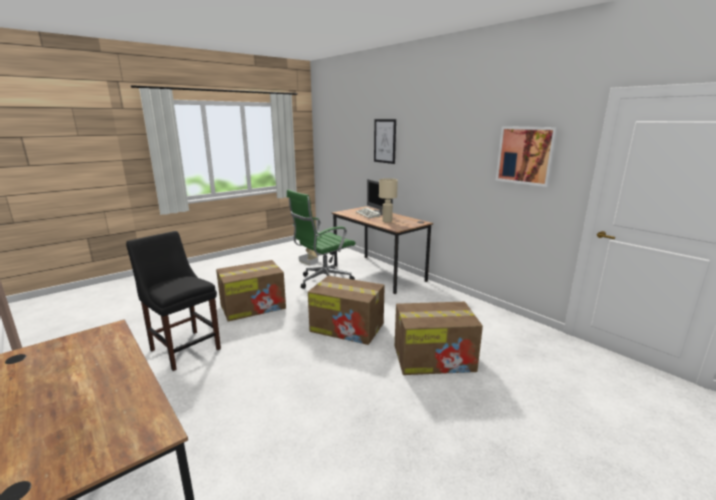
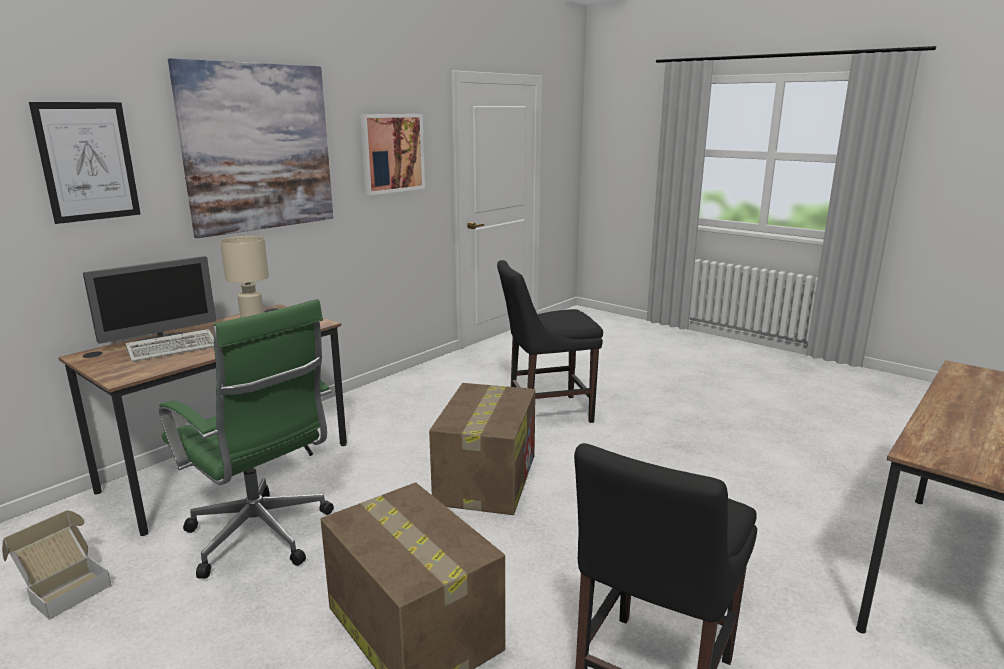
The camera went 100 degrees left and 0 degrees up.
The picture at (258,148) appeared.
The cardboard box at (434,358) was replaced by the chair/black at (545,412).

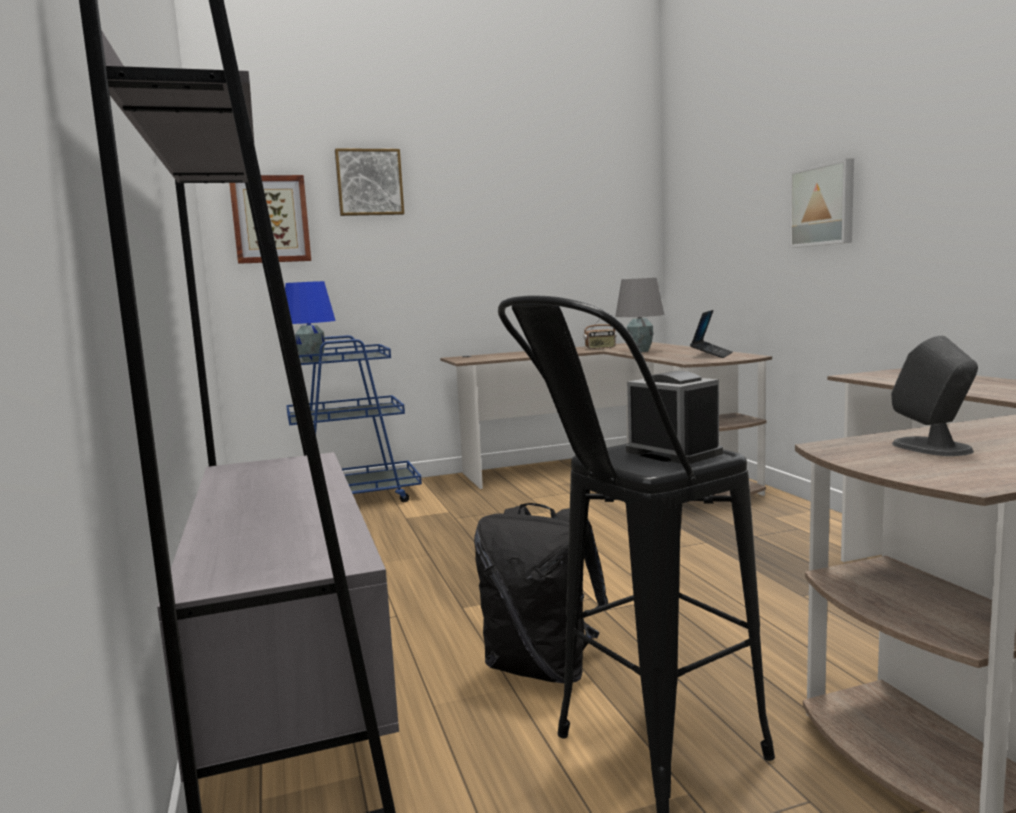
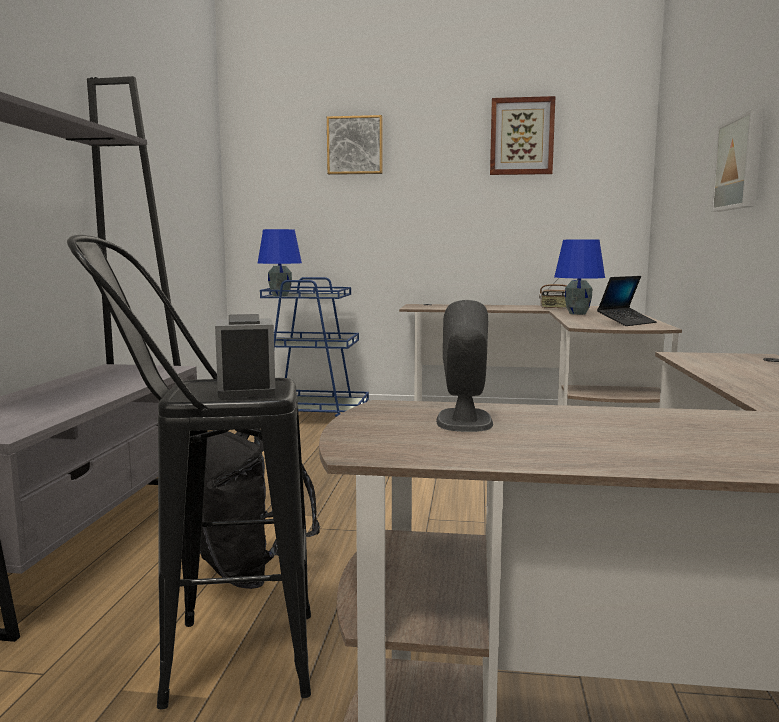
The camera went 25 degrees right and 0 degrees up.
The picture moved from (270,219) to (521,136).
The table lamp/grey at (640,351) became the table lamp/blue at (577,314).

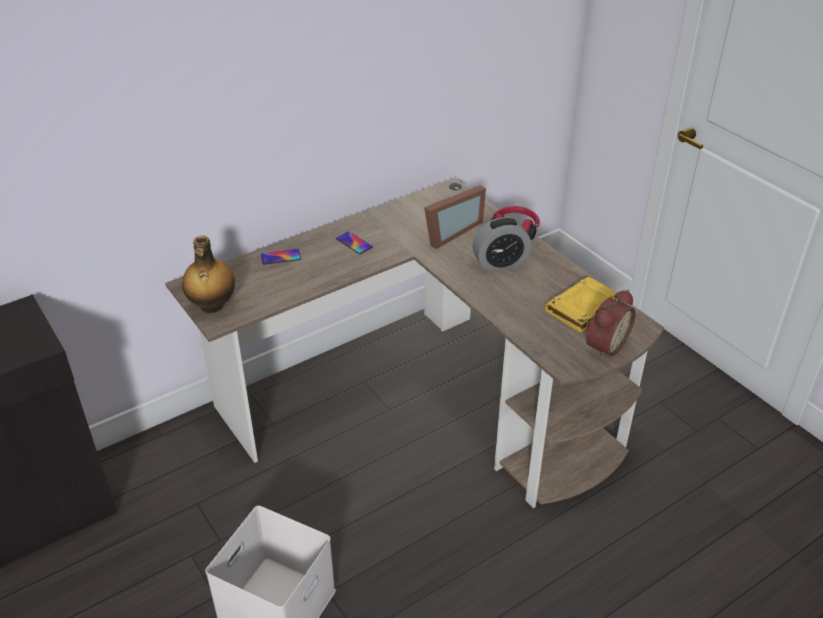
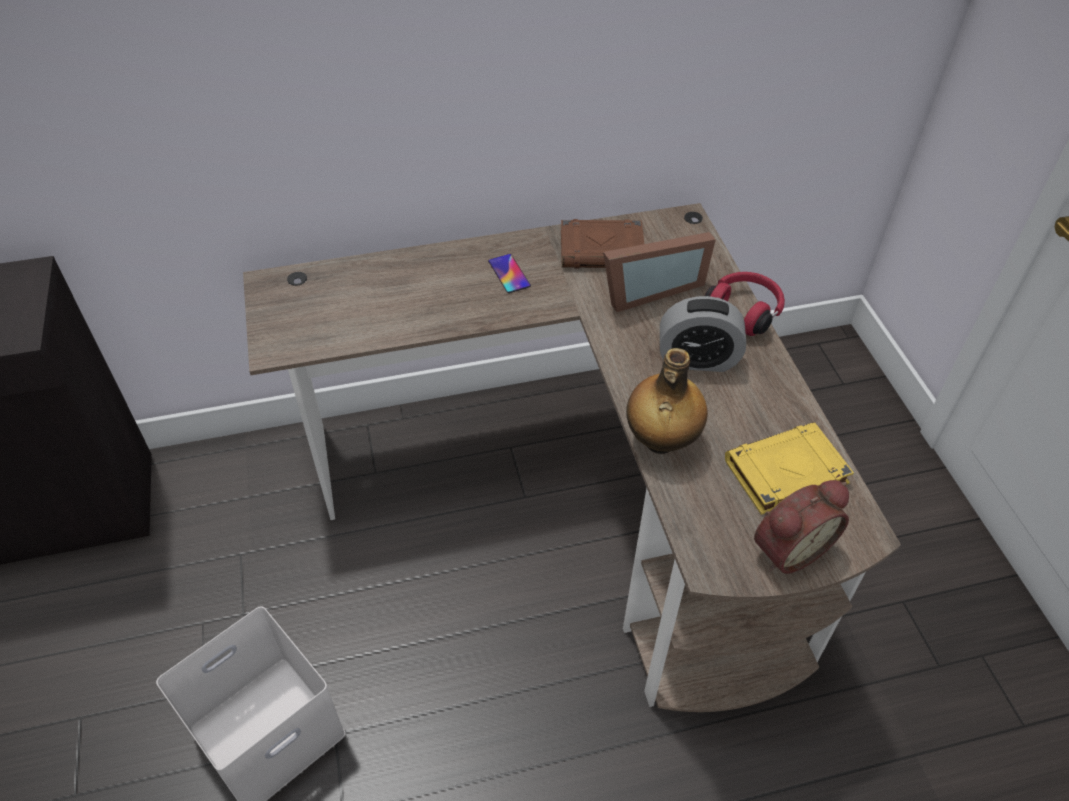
The camera went 20 degrees right and 10 degrees up.
The book/brown at (602,250) appeared.
The bottle moved from (212,306) to (660,441).
The phone at (281,257) disappeared.

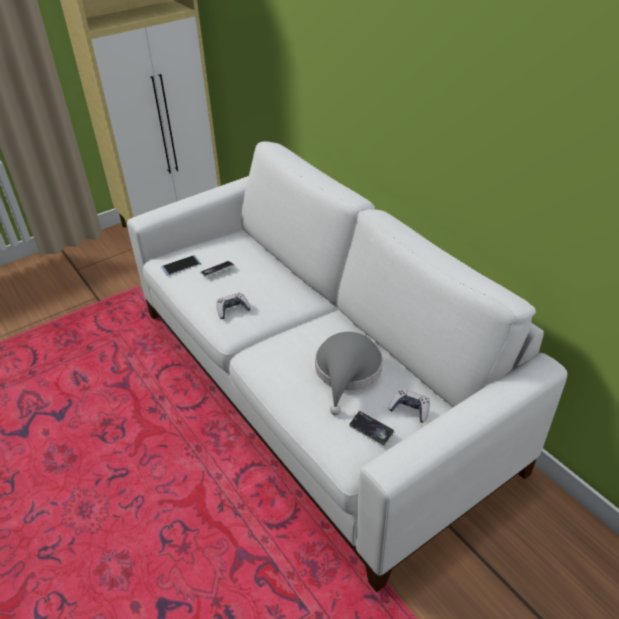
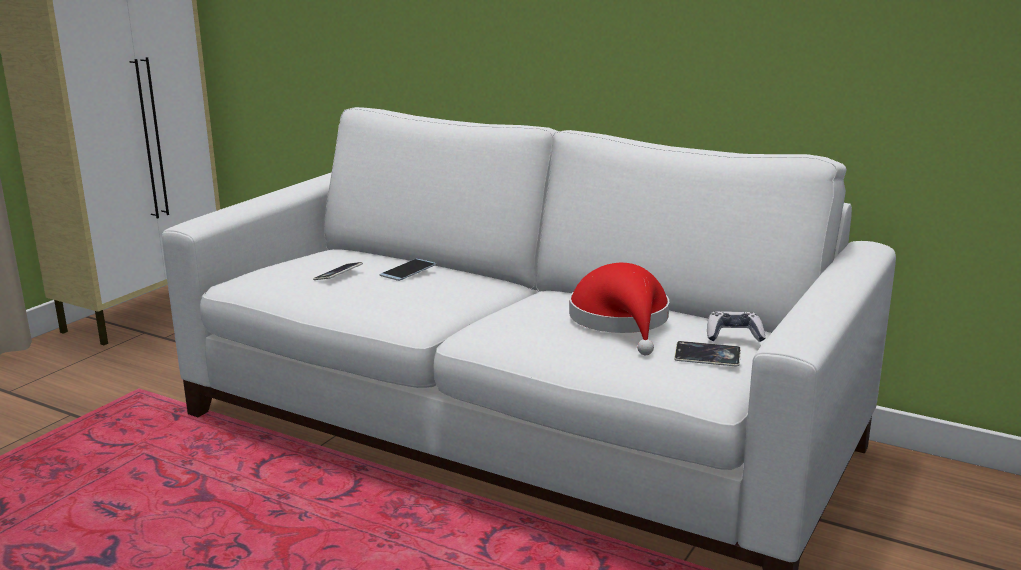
The camera went 25 degrees left and 20 degrees down.
The phone moved from (181,265) to (408,270).
The hat/grey at (347,372) became the hat/red at (622,321).
The game controller at (233,309) disappeared.

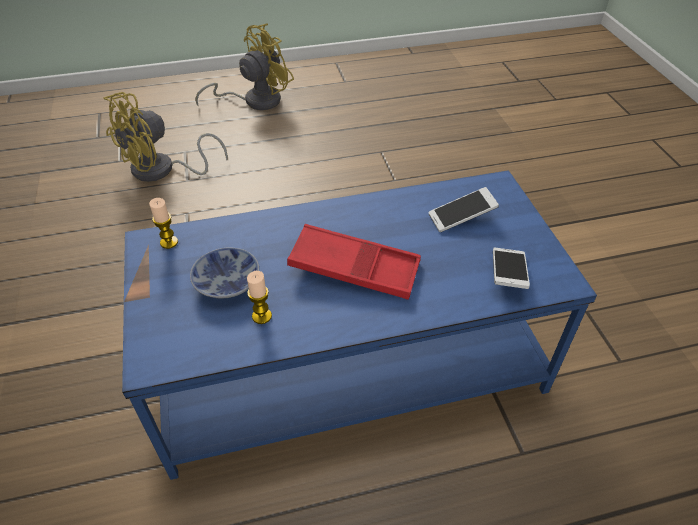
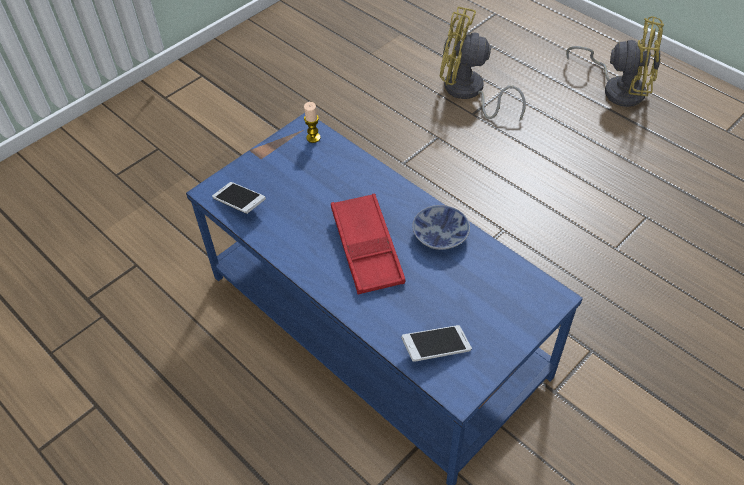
The camera went 60 degrees right and 5 degrees up.
The phone moved from (461,217) to (240,203).
The bowl moved from (229,281) to (442,236).
The candle at (262,316) disappeared.

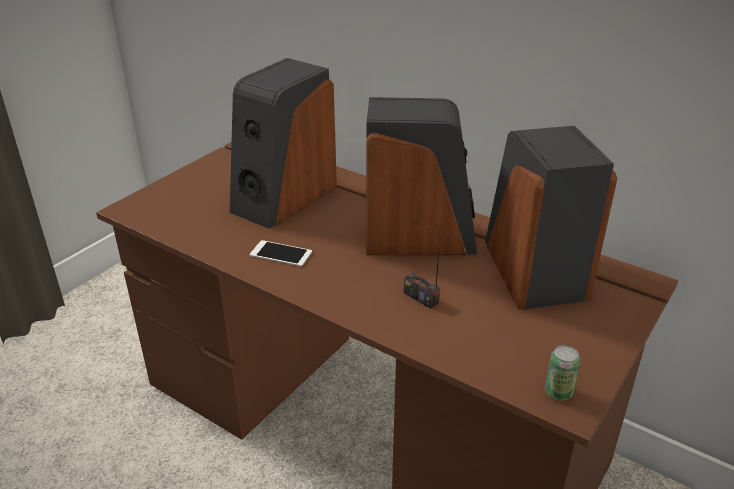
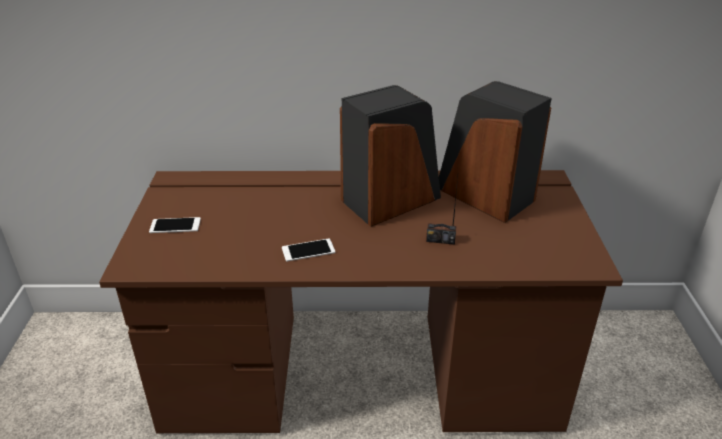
The camera went 35 degrees left and 0 degrees up.
The phone at (175,225) appeared.
The speaker at (283,198) disappeared.
The can at (558,392) disappeared.

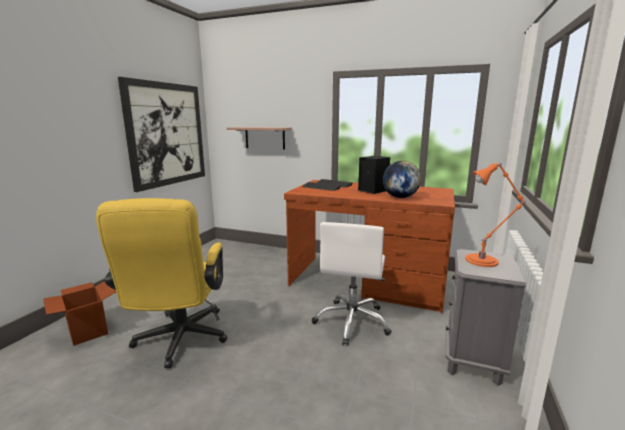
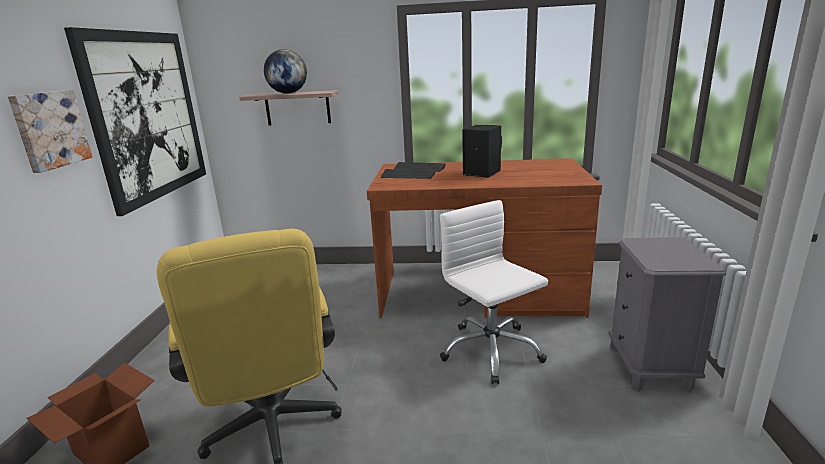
The camera went 15 degrees left and 5 degrees up.
The picture at (49,129) appeared.
The globe moved from (400,197) to (288,93).
The office chair/white at (352,322) turned 150 degrees clockwise.
The table lamp/orange at (484,260) disappeared.

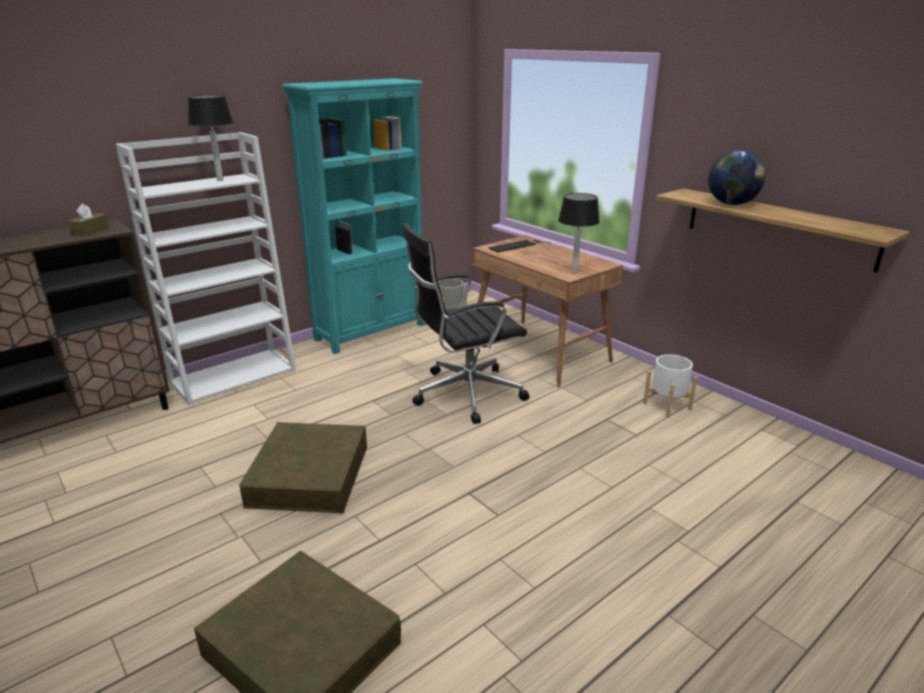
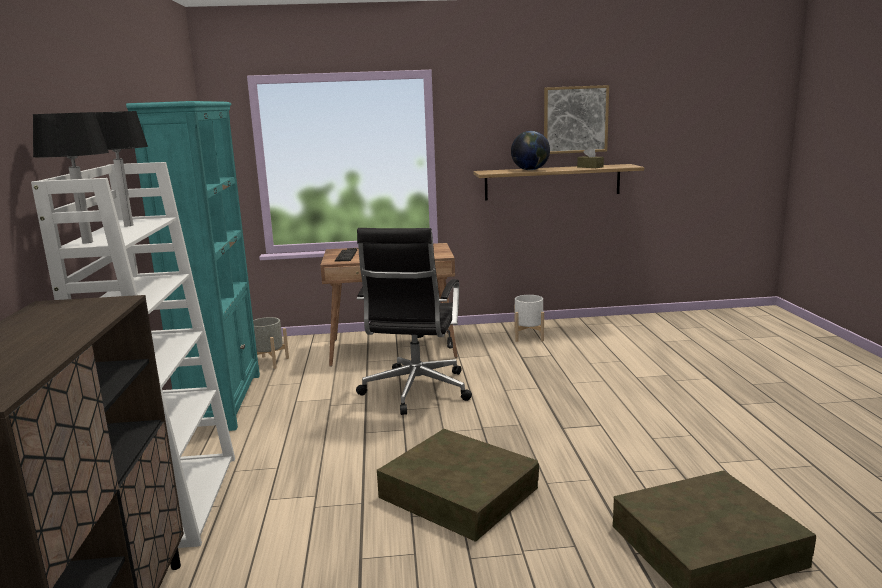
The camera went 55 degrees left and 10 degrees down.
The table lamp moved from (574,272) to (87,242).
The picture at (575,119) appeared.
The tissue box/brown moved from (90,231) to (590,167).

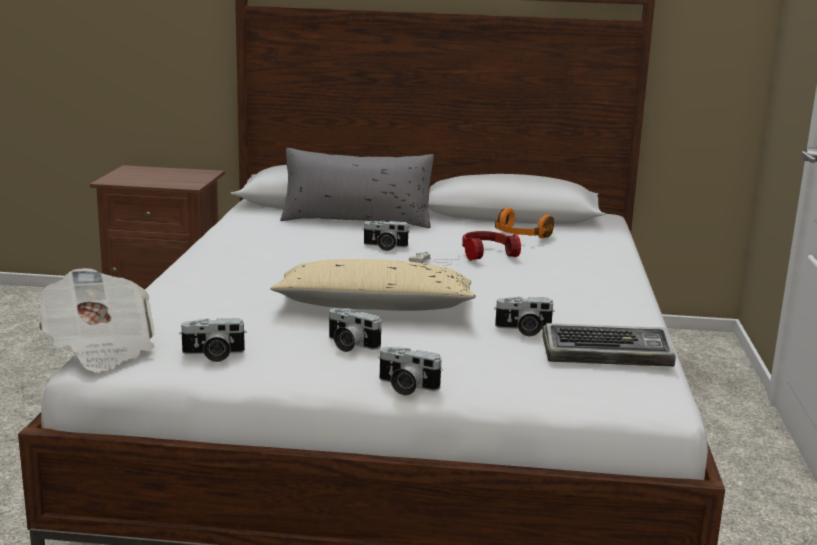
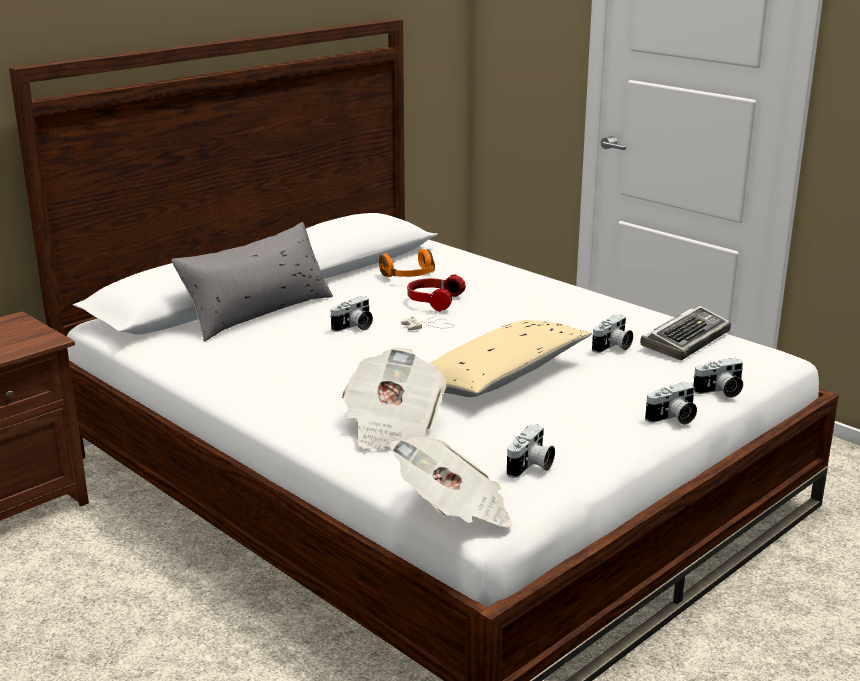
The camera went 50 degrees left and 5 degrees up.
The newspaper at (391,426) appeared.
The photo camera moved from (350,345) to (720,392).

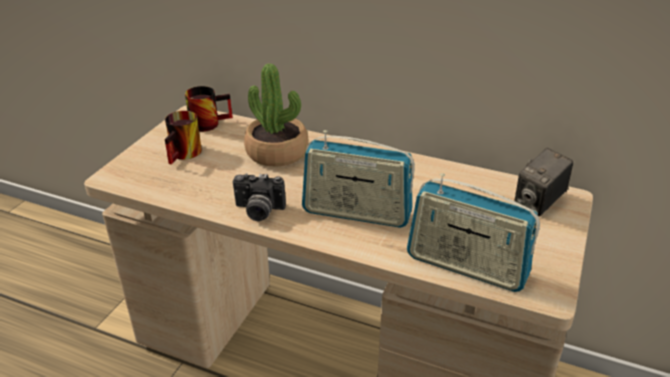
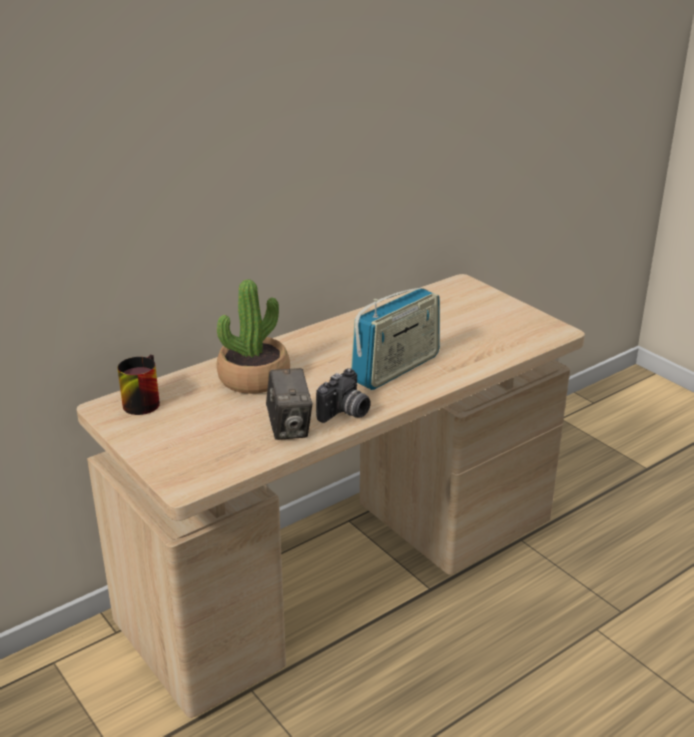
The camera went 60 degrees left and 5 degrees down.
The photo camera moved from (538,203) to (289,428).
The mug at (186,154) disappeared.
The radio at (466,266) disappeared.

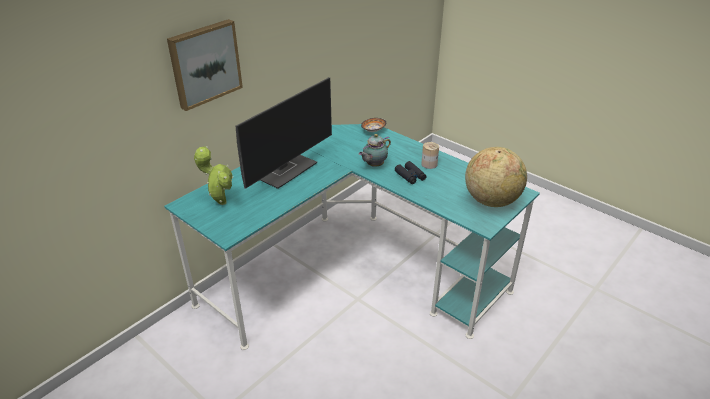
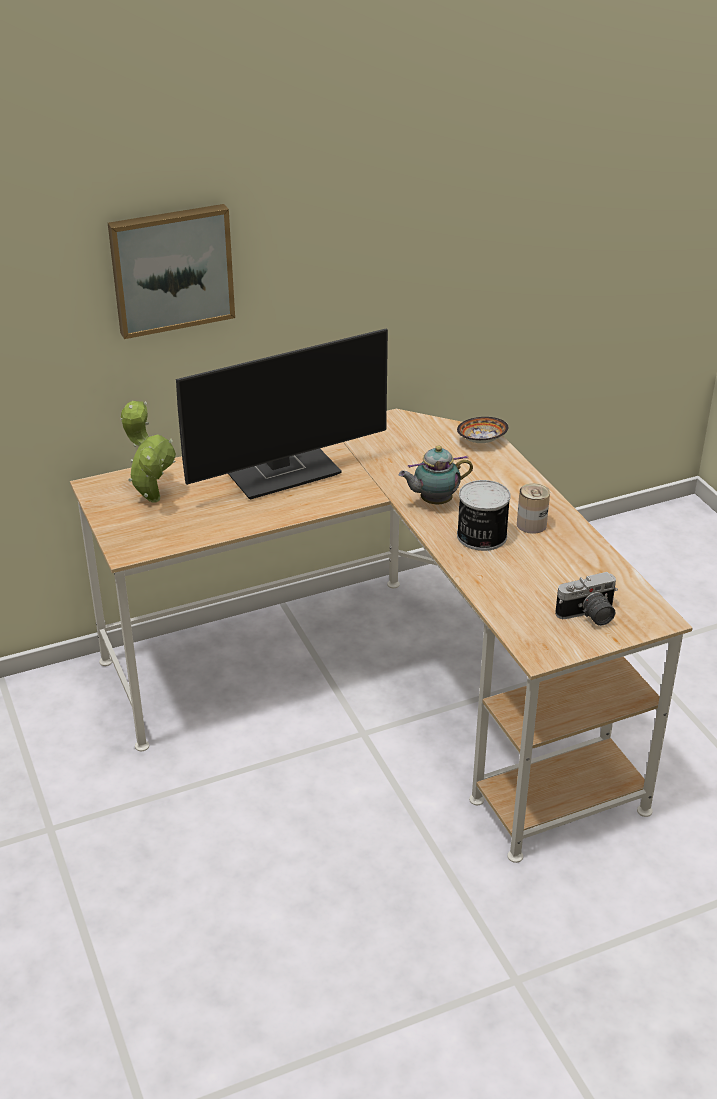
The camera went 25 degrees right and 0 degrees up.
The desk/turquoise at (352,273) became the desk/beige at (382,689).
The binoculars/black at (410,176) was replaced by the can at (481,536).
The globe at (491,200) was replaced by the photo camera at (588,616).

